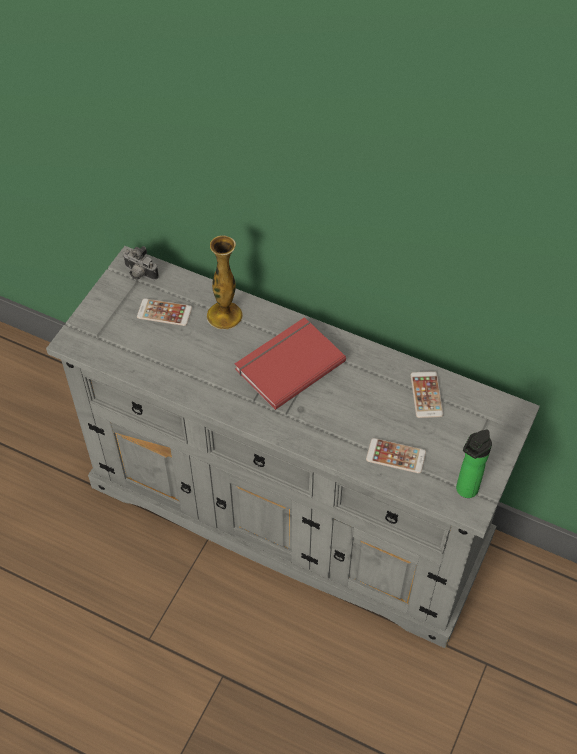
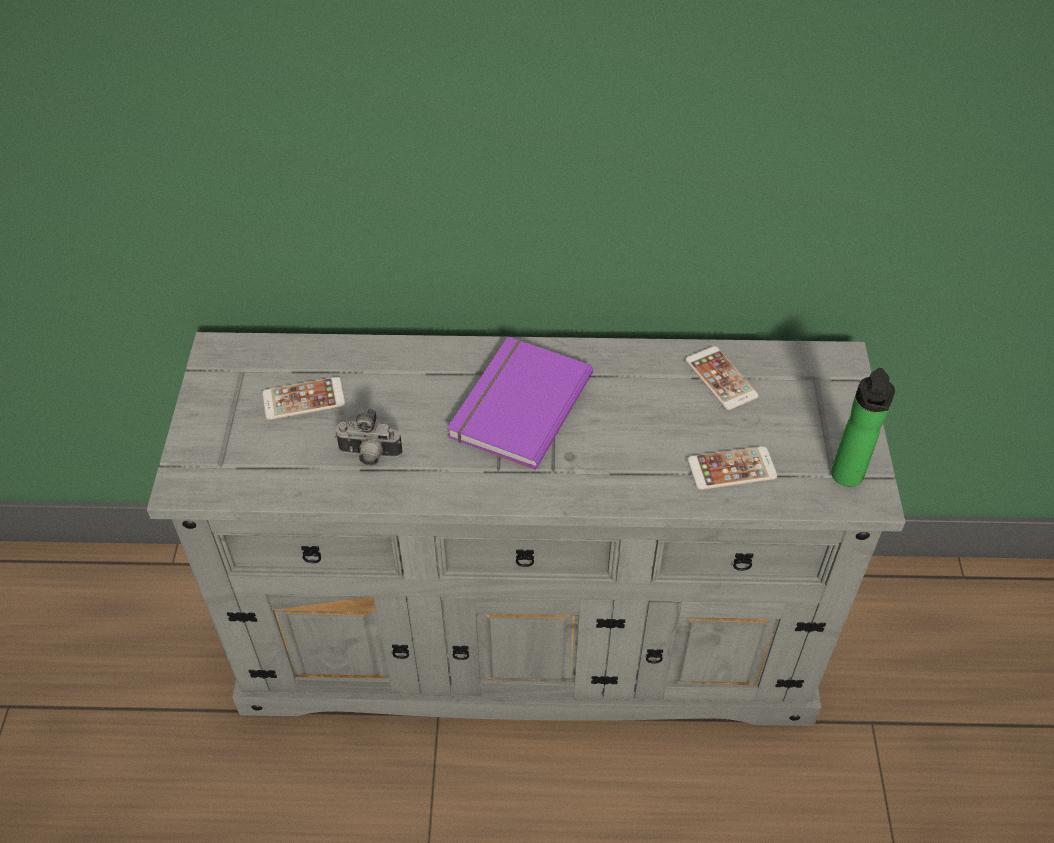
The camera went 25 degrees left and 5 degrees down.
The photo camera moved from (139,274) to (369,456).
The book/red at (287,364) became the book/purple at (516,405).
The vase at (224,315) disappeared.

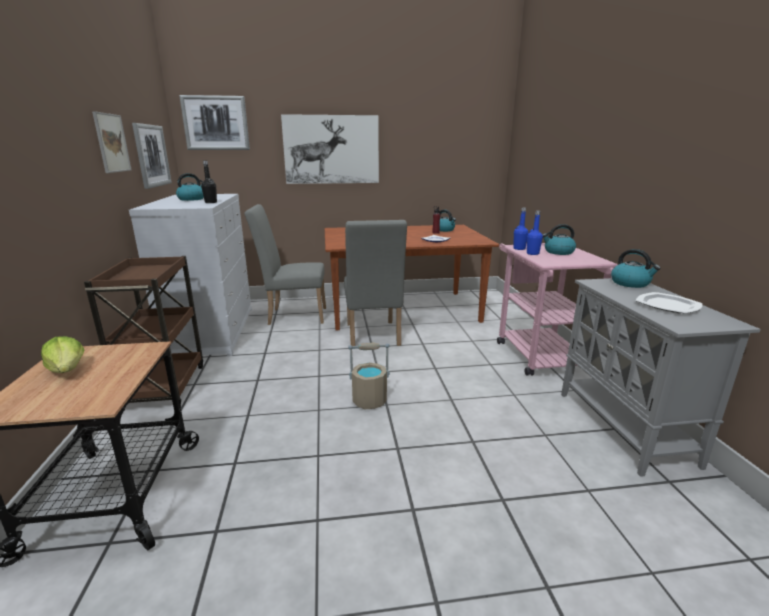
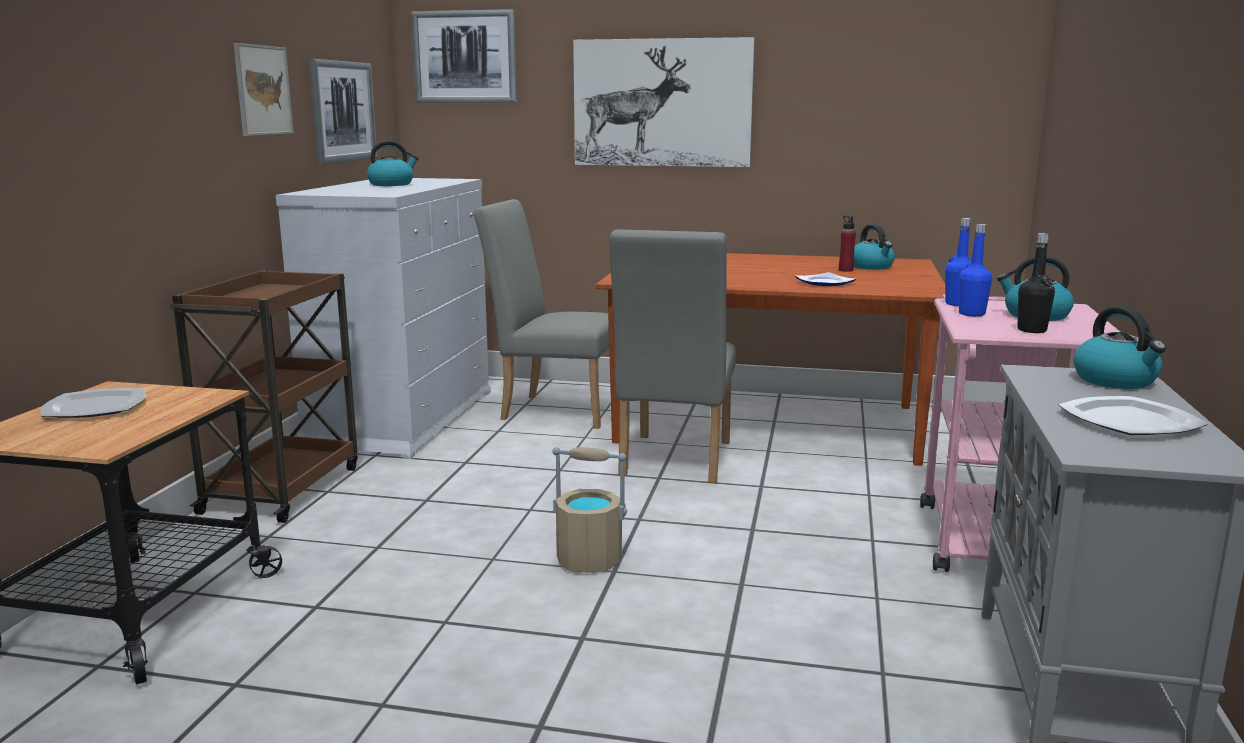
The camera went 20 degrees right and 5 degrees down.
The lettuce at (68,370) was replaced by the plate at (96,407).
The bottle/black moved from (211,202) to (1032,330).

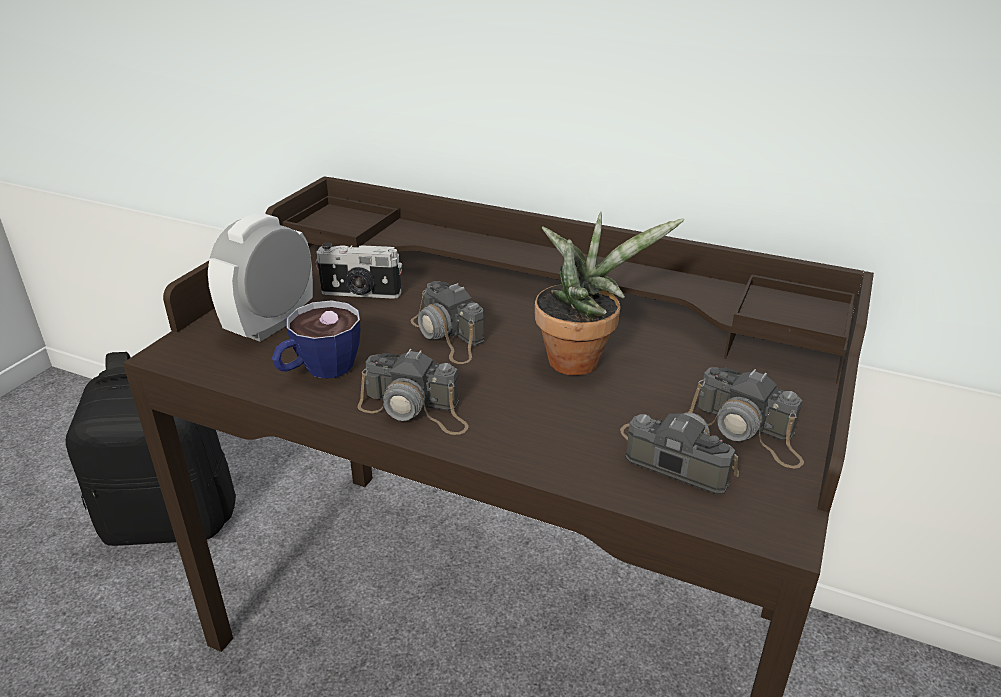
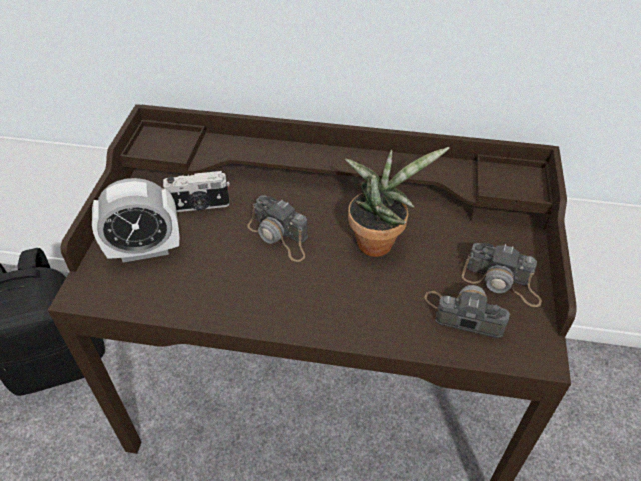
The camera went 15 degrees left and 15 degrees up.
The alarm clock at (271,324) turned 120 degrees counterclockwise.
The cup at (319,370) disappeared.
The photo camera at (415,409) disappeared.

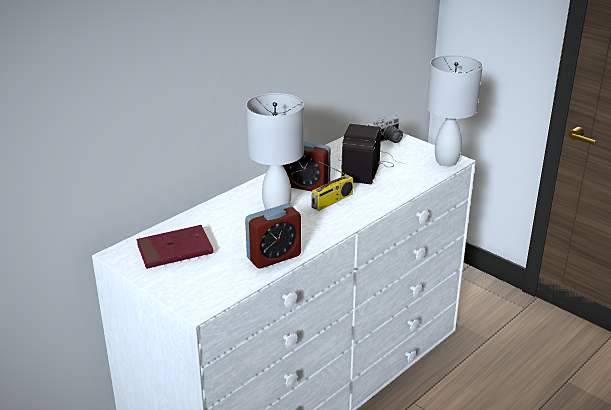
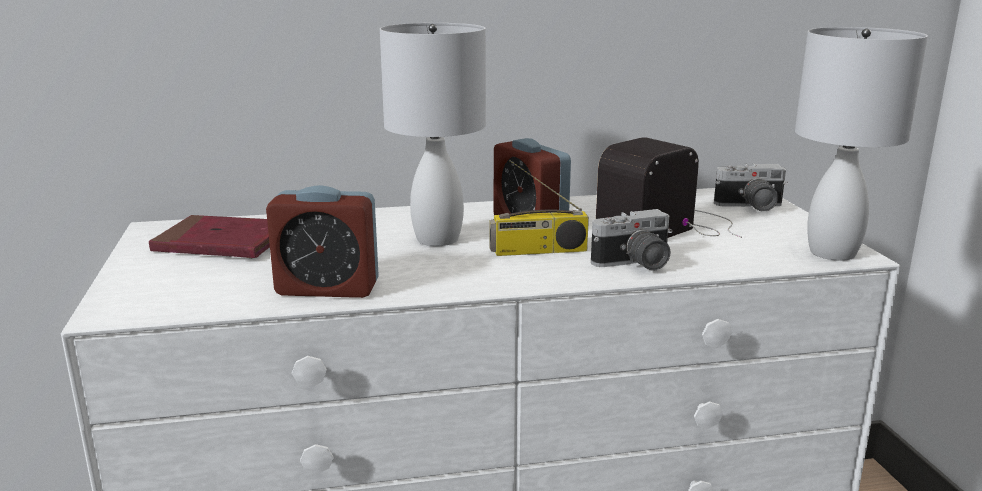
The camera went 35 degrees right and 10 degrees down.
The photo camera at (635,265) appeared.

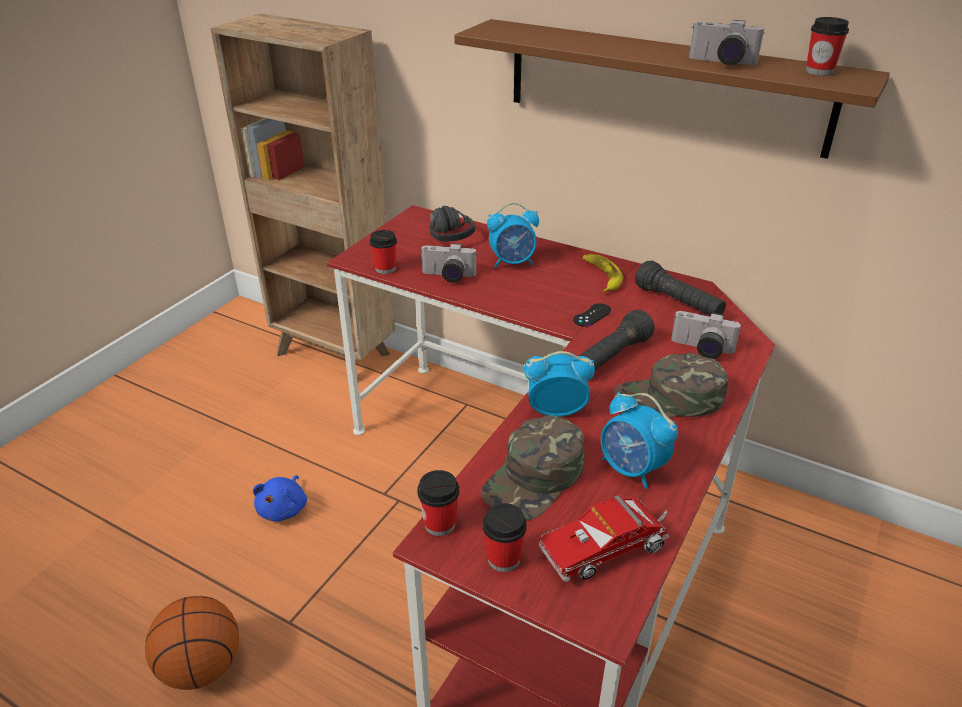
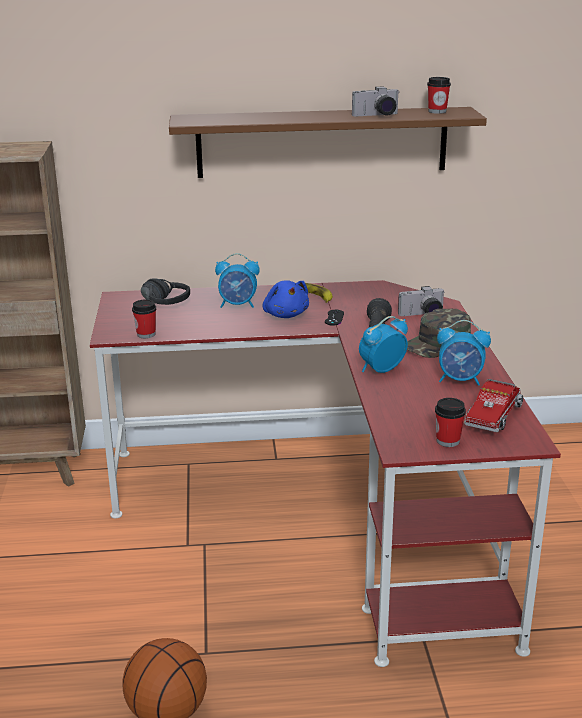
The camera went 35 degrees left and 10 degrees down.
The alarm clock at (513,263) turned 45 degrees clockwise.
The plush toy/blue moved from (284,509) to (285,314).
The cup at (440,524) disappeared.
The photo camera at (448,277) disappeared.
The cap/green at (535,478) disappeared.
The flashlight/black at (678,303) disappeared.

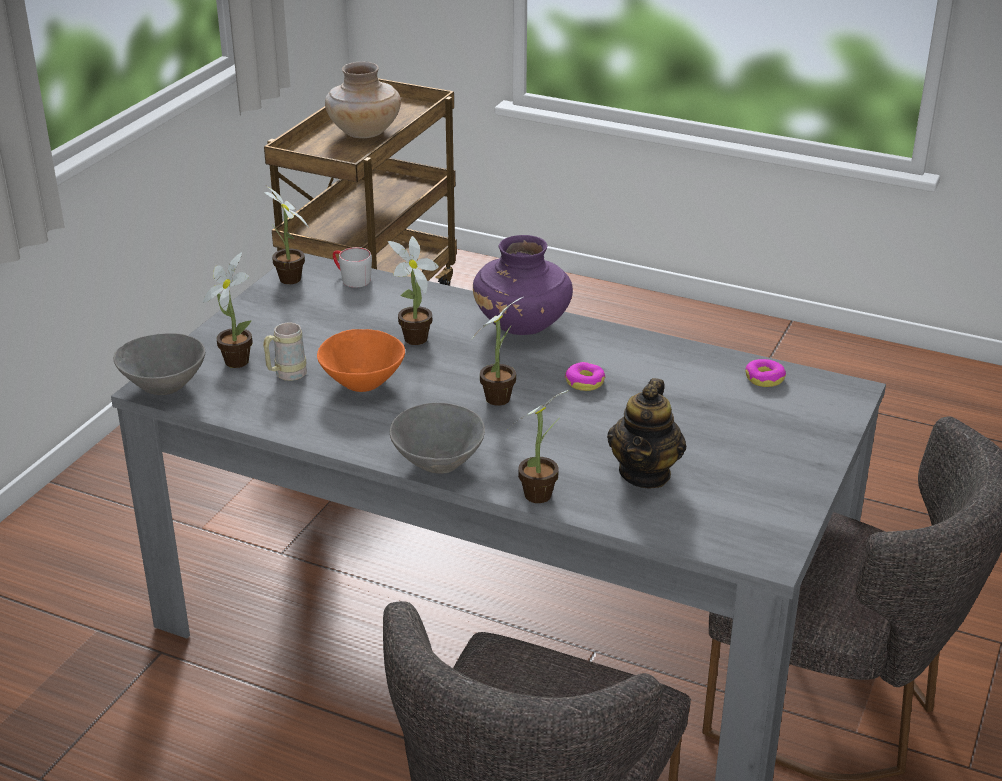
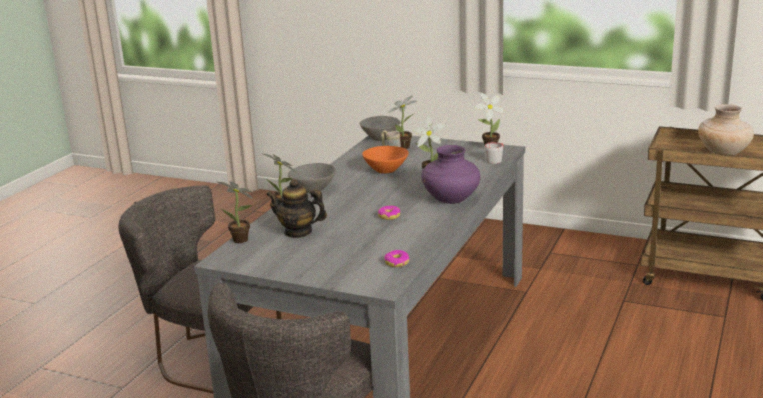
The camera went 90 degrees right and 10 degrees down.
The potted plant moved from (501,397) to (242,241).

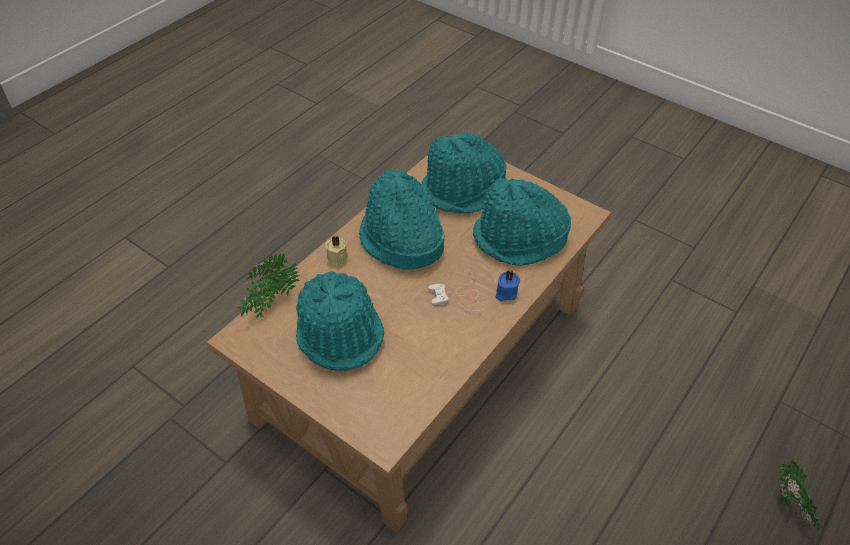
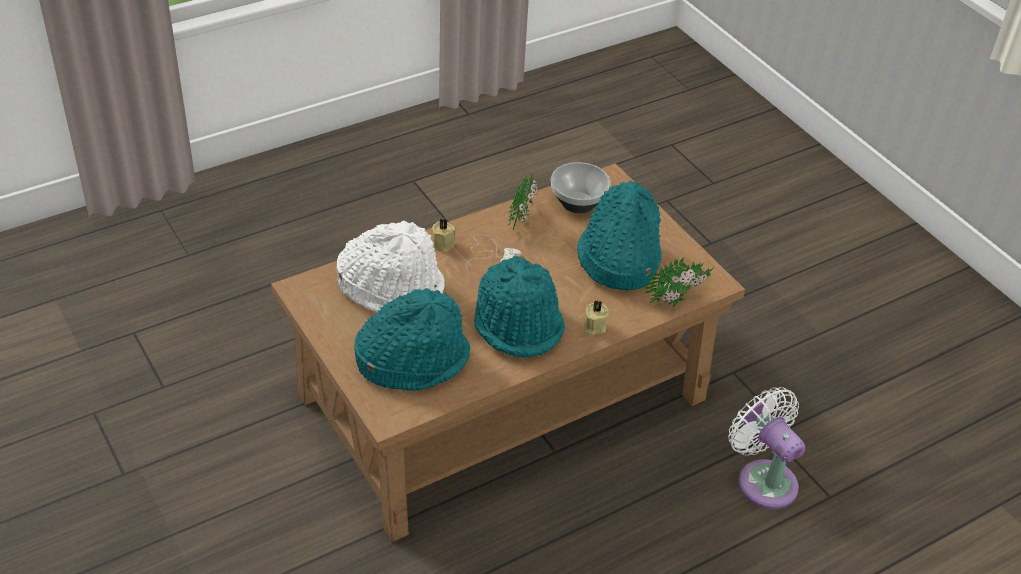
The camera went 160 degrees left and 5 degrees down.
The hat/turquoise at (519,239) became the hat/white at (392,286).
The candle/blue at (505,293) became the candle/beige at (444,244).
The potted plant moved from (789,507) to (520,218).
The bowl at (579,202) appeared.
The fan/white at (763,479) appeared.

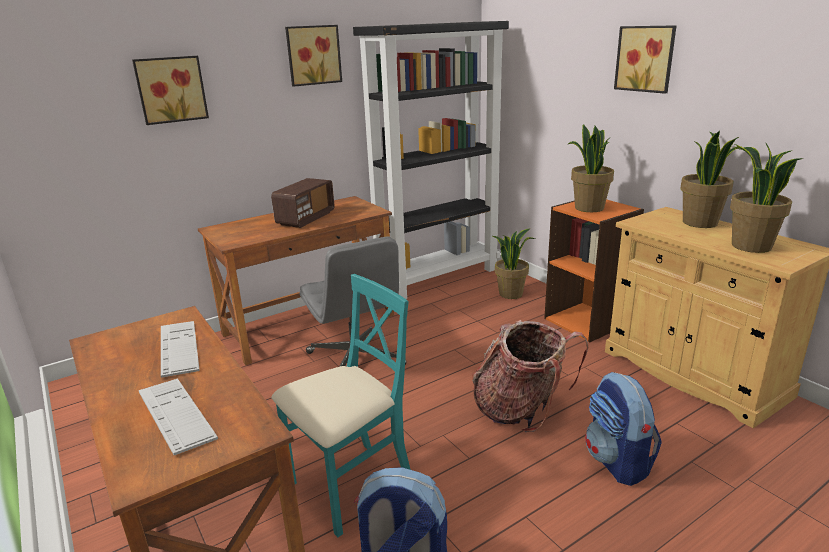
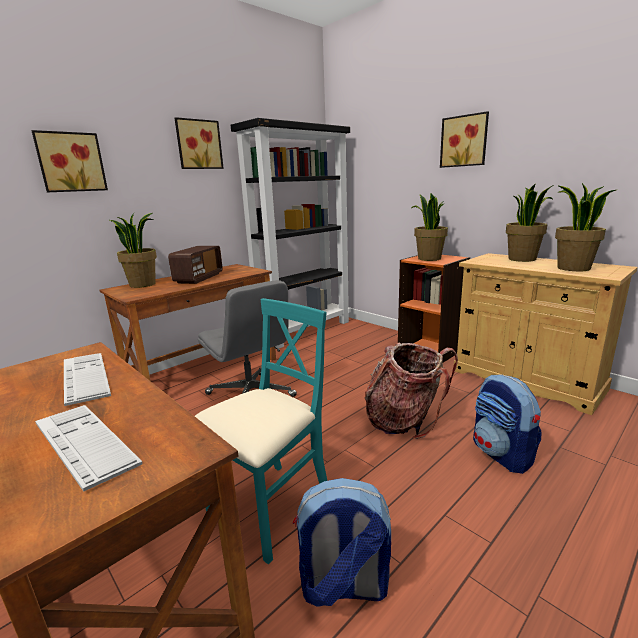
The camera went 10 degrees left and 5 degrees down.
The potted plant moved from (510,293) to (143,284).

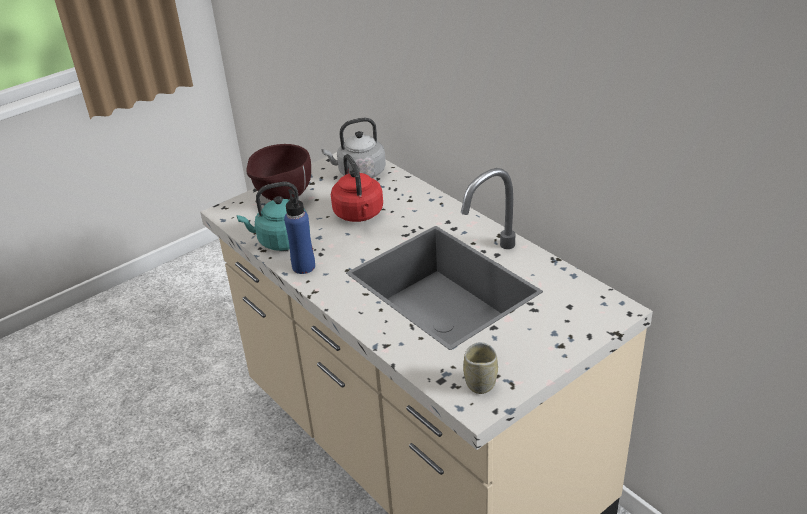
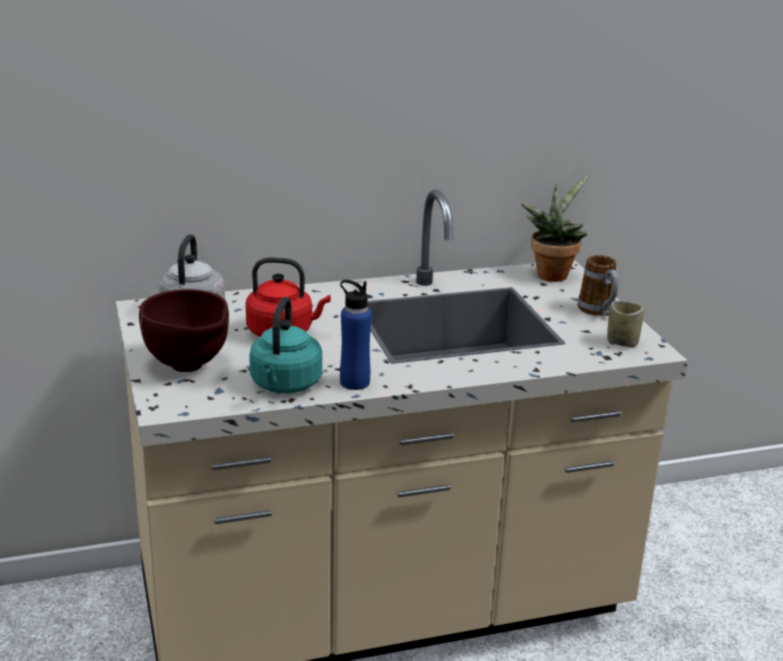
The camera went 70 degrees left and 10 degrees down.
The potted plant at (552,274) appeared.
The mug at (599,311) appeared.

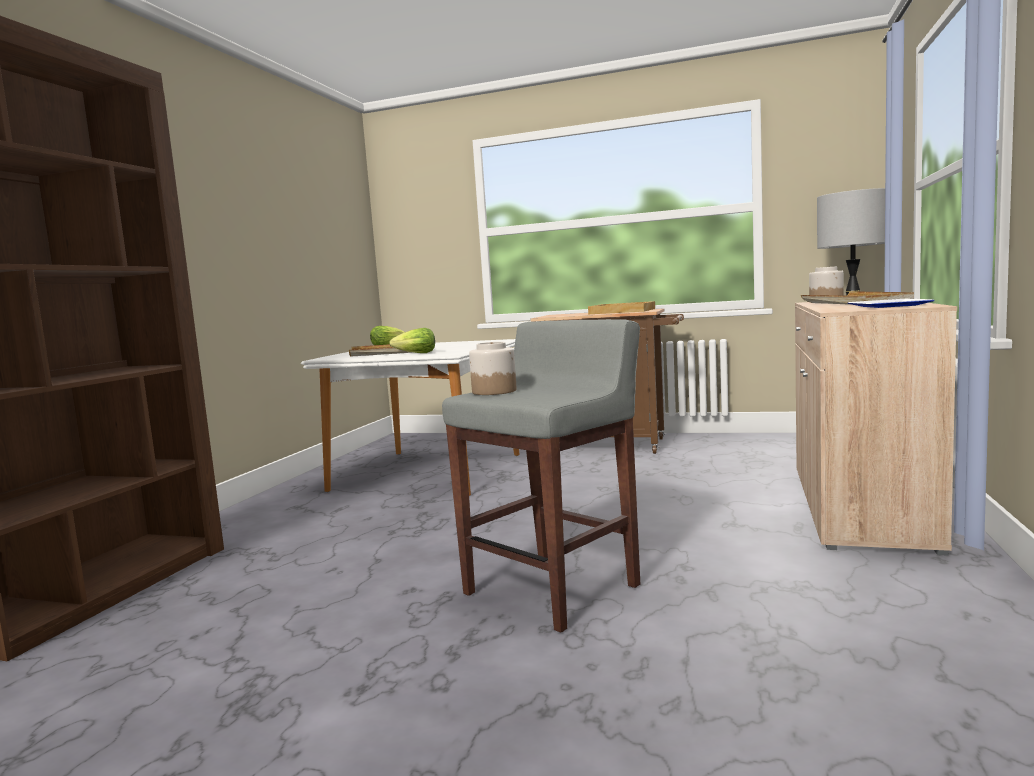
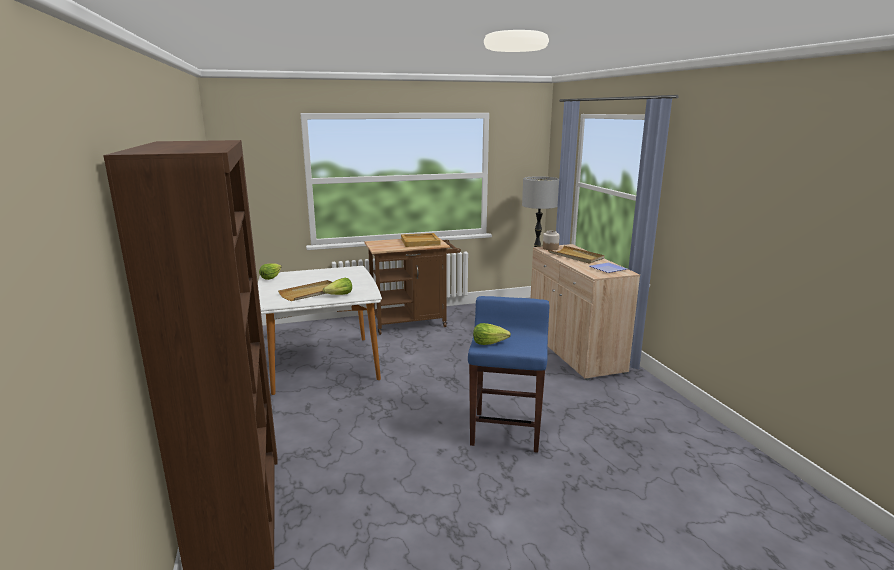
The camera went 35 degrees left and 10 degrees up.
The stool/grey at (554,589) became the stool/blue at (506,431).
The jar at (494,391) was replaced by the lettuce at (489,343).

